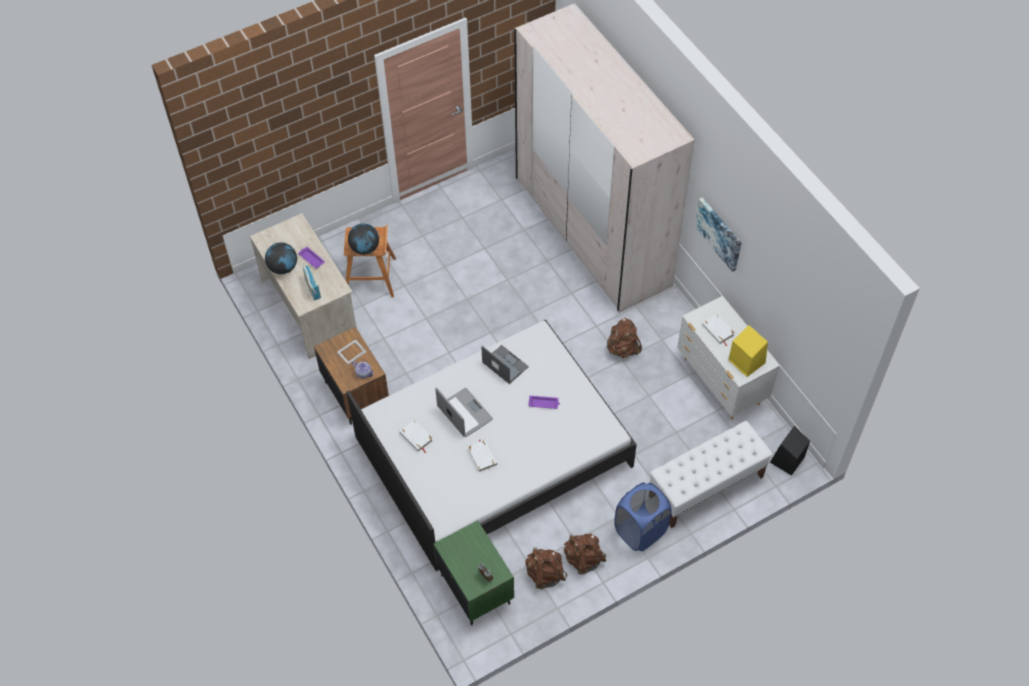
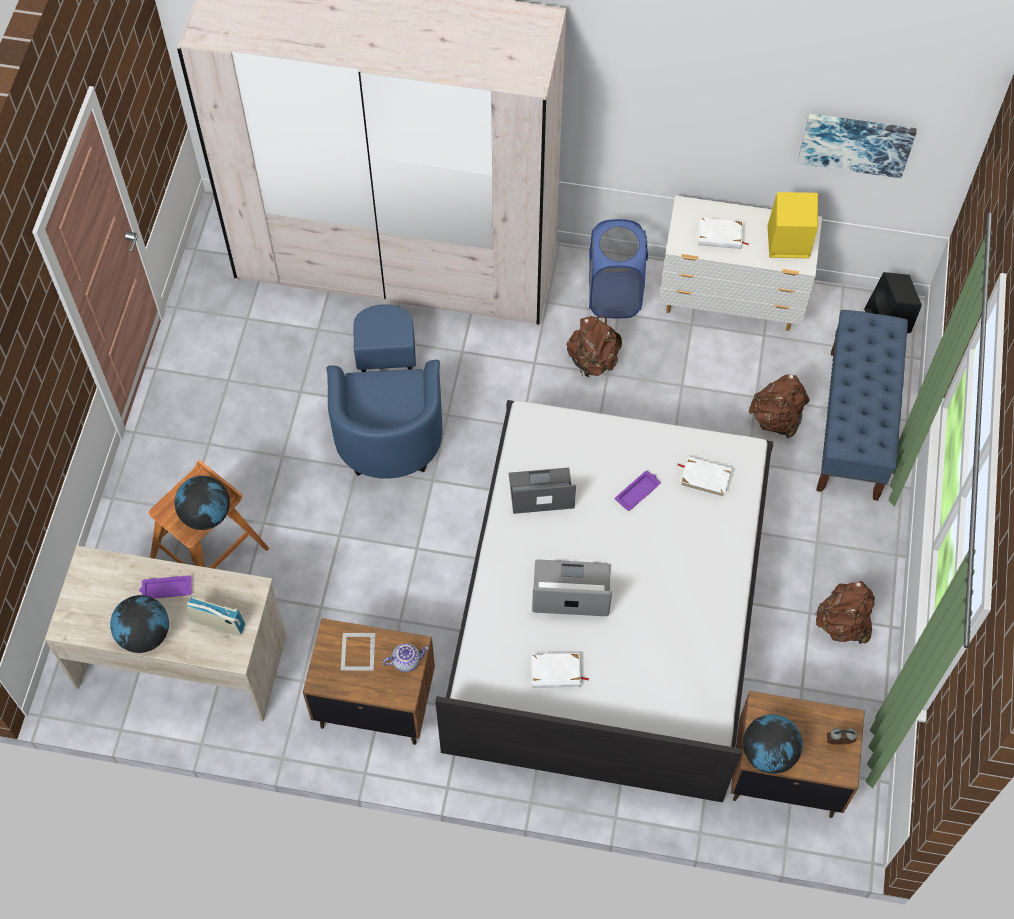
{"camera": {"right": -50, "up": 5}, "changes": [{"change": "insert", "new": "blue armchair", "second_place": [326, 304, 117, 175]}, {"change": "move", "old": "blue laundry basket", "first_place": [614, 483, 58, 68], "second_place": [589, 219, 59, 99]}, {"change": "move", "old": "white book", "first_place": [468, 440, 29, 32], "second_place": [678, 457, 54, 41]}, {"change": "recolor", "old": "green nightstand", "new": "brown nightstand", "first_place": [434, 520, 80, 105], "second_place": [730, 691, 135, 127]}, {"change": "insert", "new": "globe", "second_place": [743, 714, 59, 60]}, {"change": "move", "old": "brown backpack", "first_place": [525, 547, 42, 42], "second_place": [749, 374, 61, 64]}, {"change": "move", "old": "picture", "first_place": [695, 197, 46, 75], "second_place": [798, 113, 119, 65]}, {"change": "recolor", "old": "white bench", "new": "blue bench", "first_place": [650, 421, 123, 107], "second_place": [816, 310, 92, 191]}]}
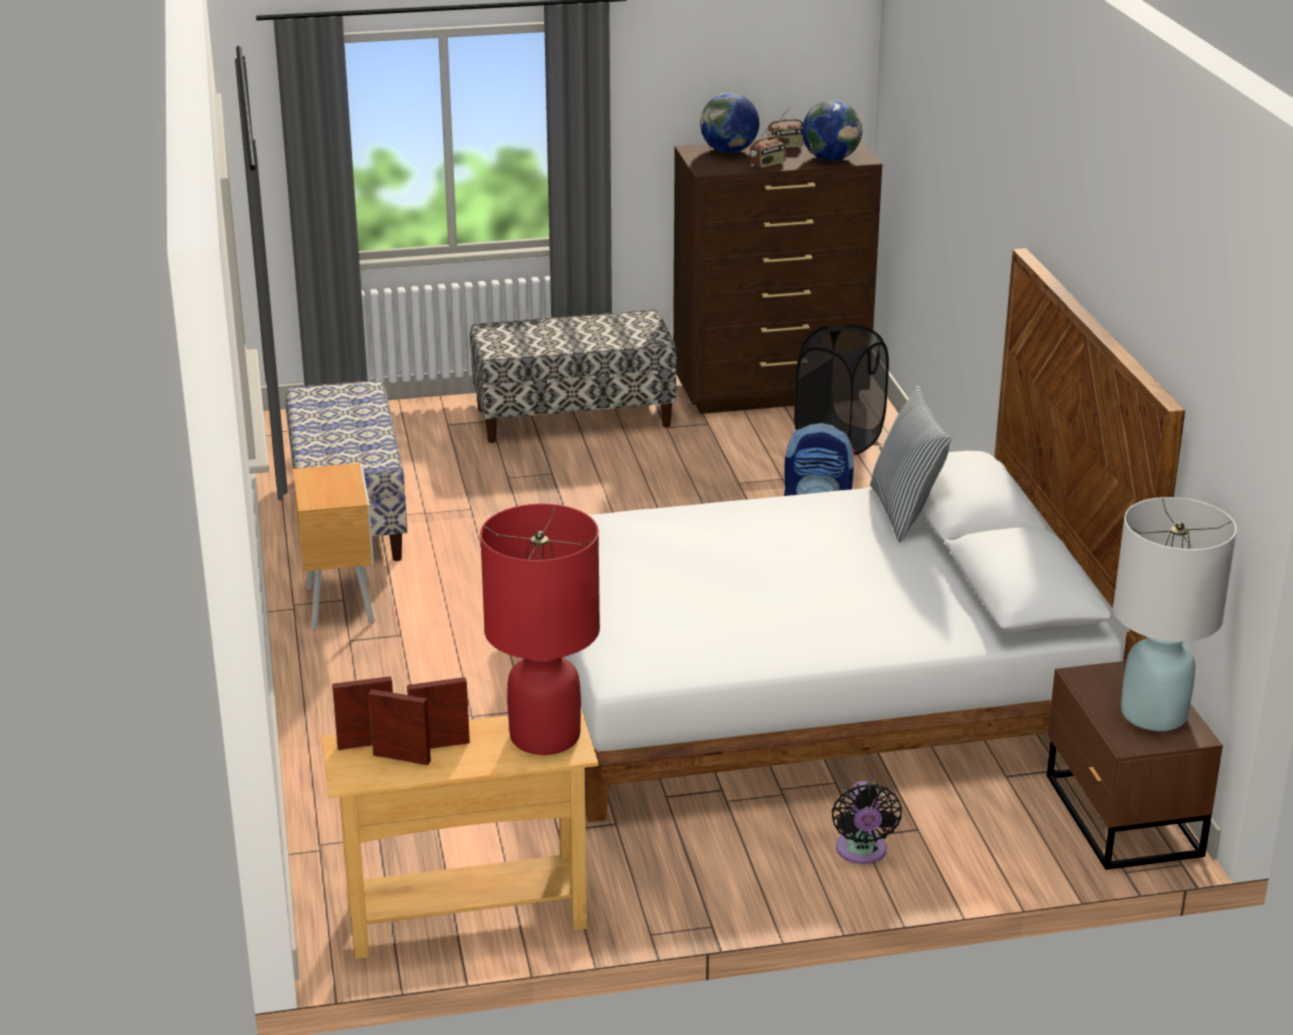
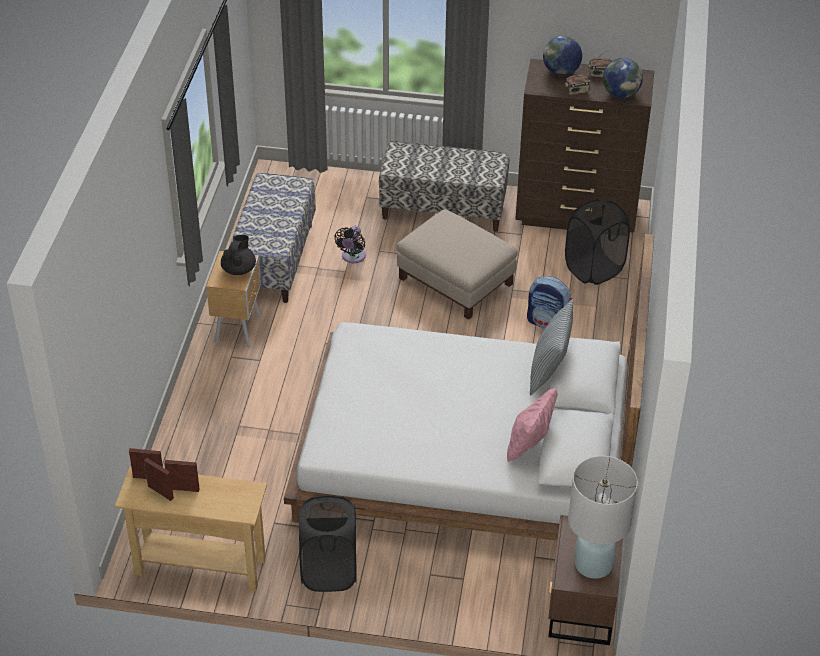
{"camera": {"right": 20, "up": 15}, "changes": [{"change": "insert", "new": "black teapot", "second_place": [221, 235, 35, 40]}, {"change": "insert", "new": "black laundry basket", "second_place": [299, 495, 58, 97]}, {"change": "move", "old": "black fan", "first_place": [832, 781, 70, 83], "second_place": [334, 226, 32, 37]}, {"change": "insert", "new": "beige ottoman", "second_place": [397, 209, 121, 111]}, {"change": "insert", "new": "pink pillow", "second_place": [507, 388, 51, 73]}, {"change": "delete", "old": "red table lamp", "first_place": [480, 504, 120, 251]}]}
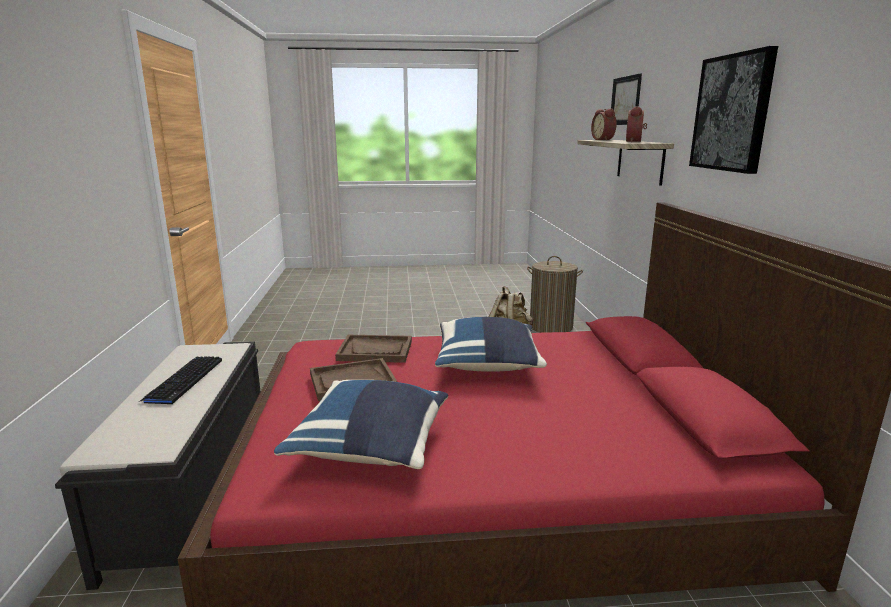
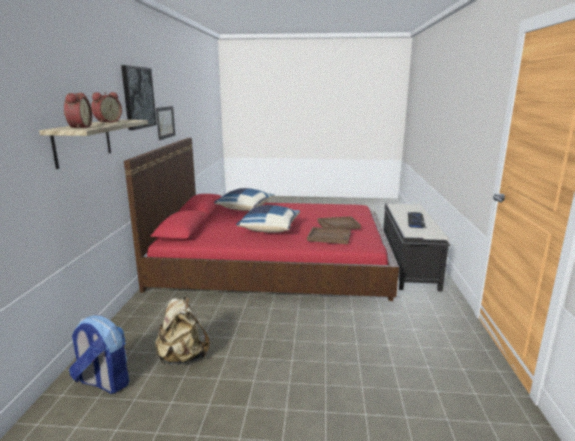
{"camera": {"right": -170, "up": 0}, "changes": [{"change": "replace", "old": "laundry basket", "new": "backpack", "first_place": [527, 256, 56, 77], "second_place": [69, 315, 60, 79]}, {"change": "move", "old": "picture", "first_place": [611, 73, 31, 52], "second_place": [156, 106, 19, 34]}, {"change": "move", "old": "blue pillow", "first_place": [274, 380, 174, 89], "second_place": [214, 188, 60, 23]}]}
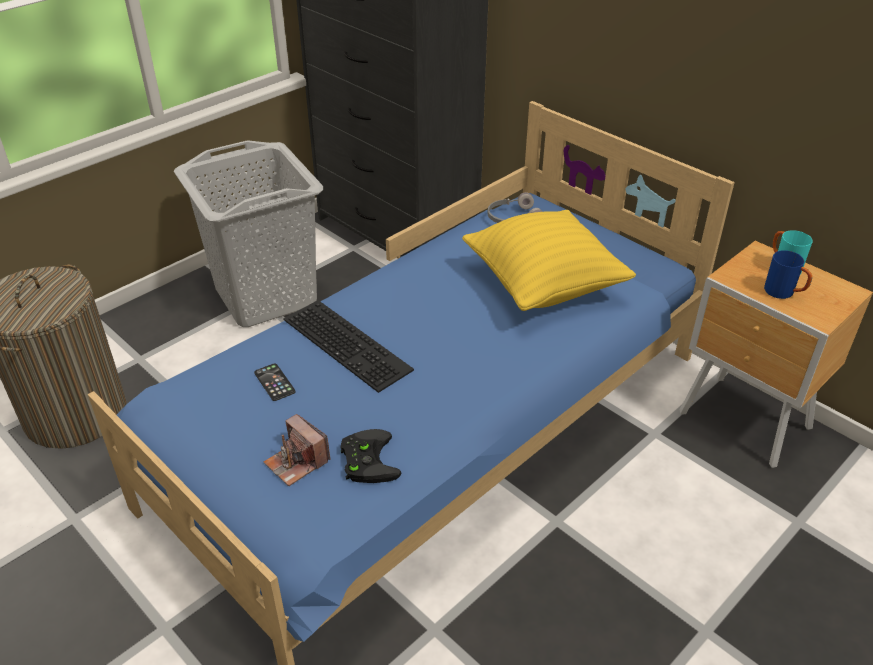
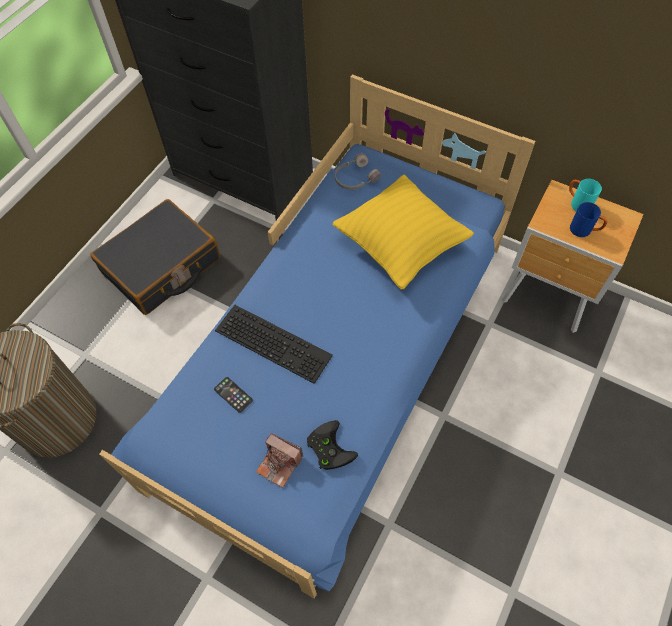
{"camera": {"right": -15, "up": 20}, "changes": [{"change": "replace", "old": "grey laundry basket", "new": "black suitcase", "first_place": [174, 140, 149, 187], "second_place": [90, 199, 130, 116]}]}
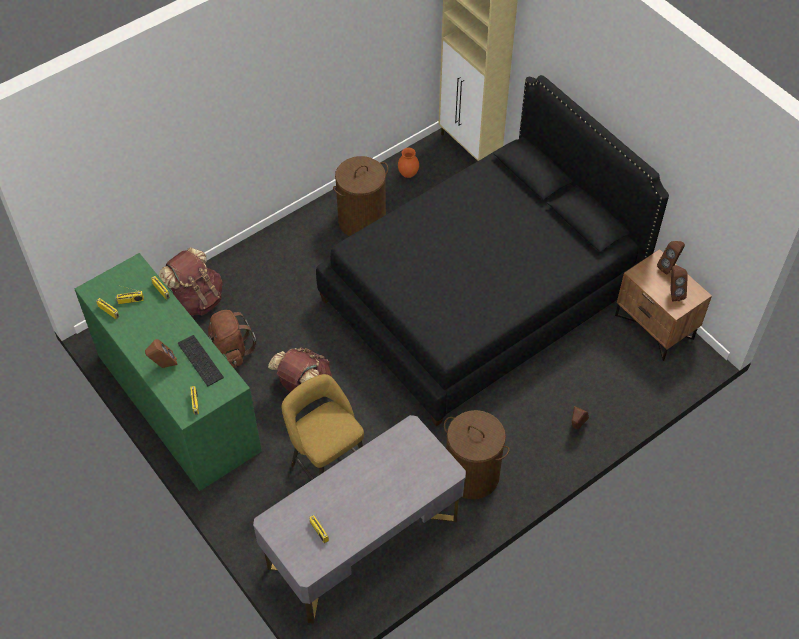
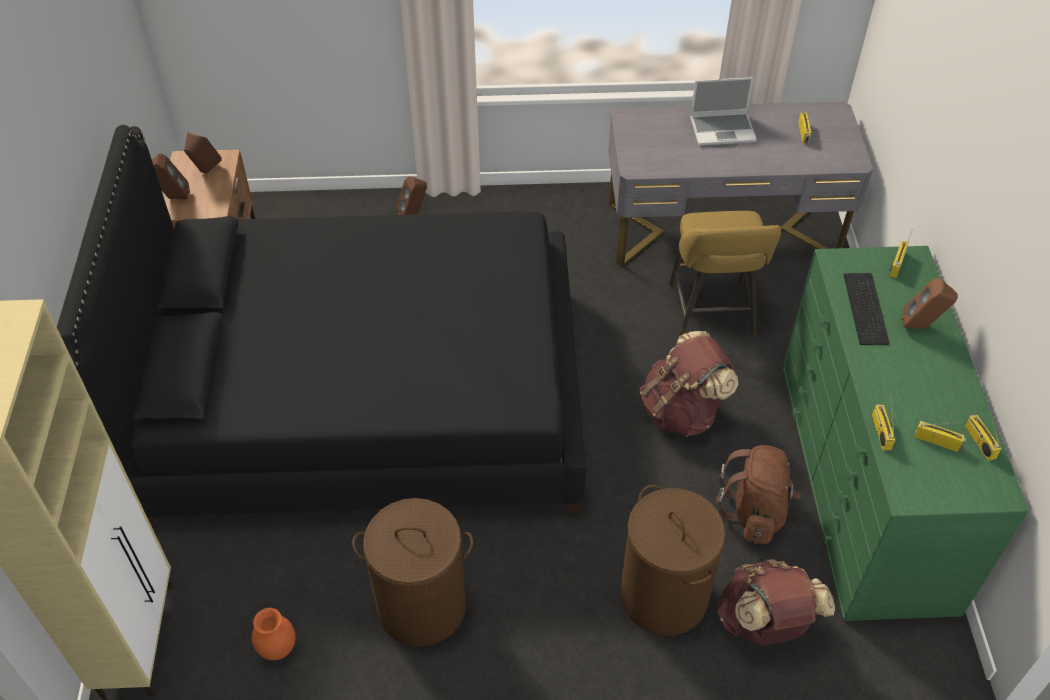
{"camera": {"right": -145, "up": -5}, "changes": [{"change": "move", "old": "brown laundry basket", "first_place": [444, 410, 66, 89], "second_place": [620, 485, 106, 150]}, {"change": "insert", "new": "laptop", "second_place": [690, 77, 67, 69]}]}
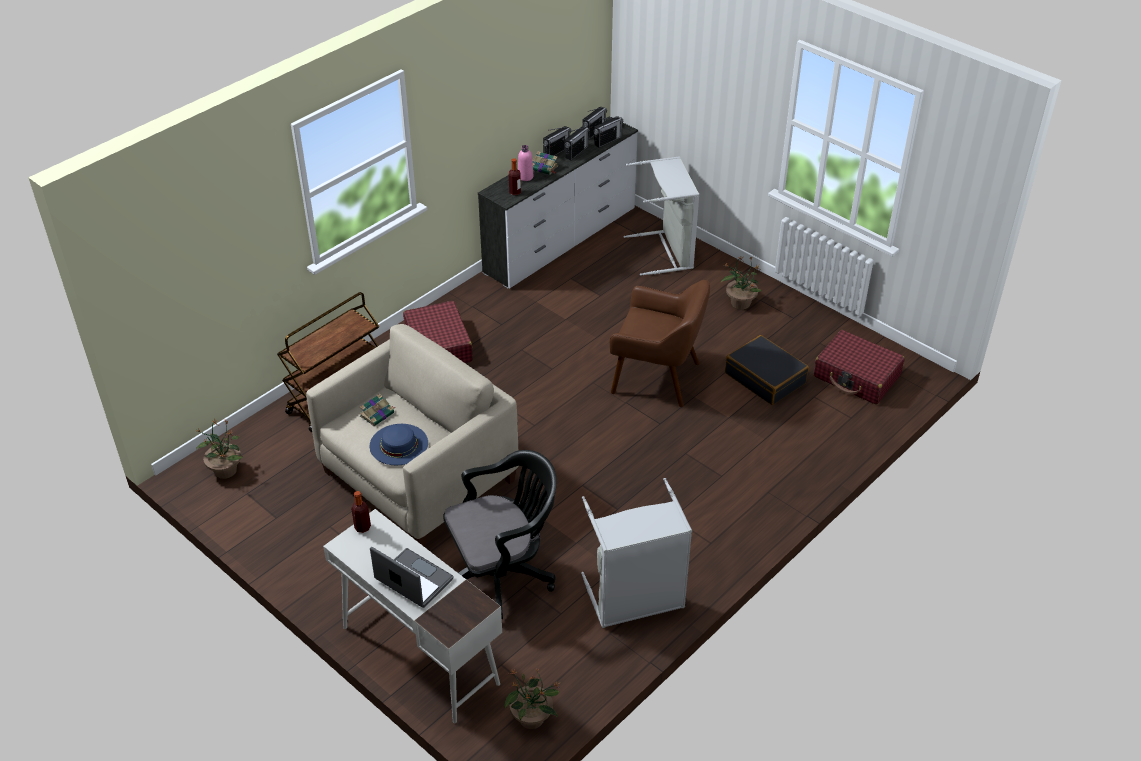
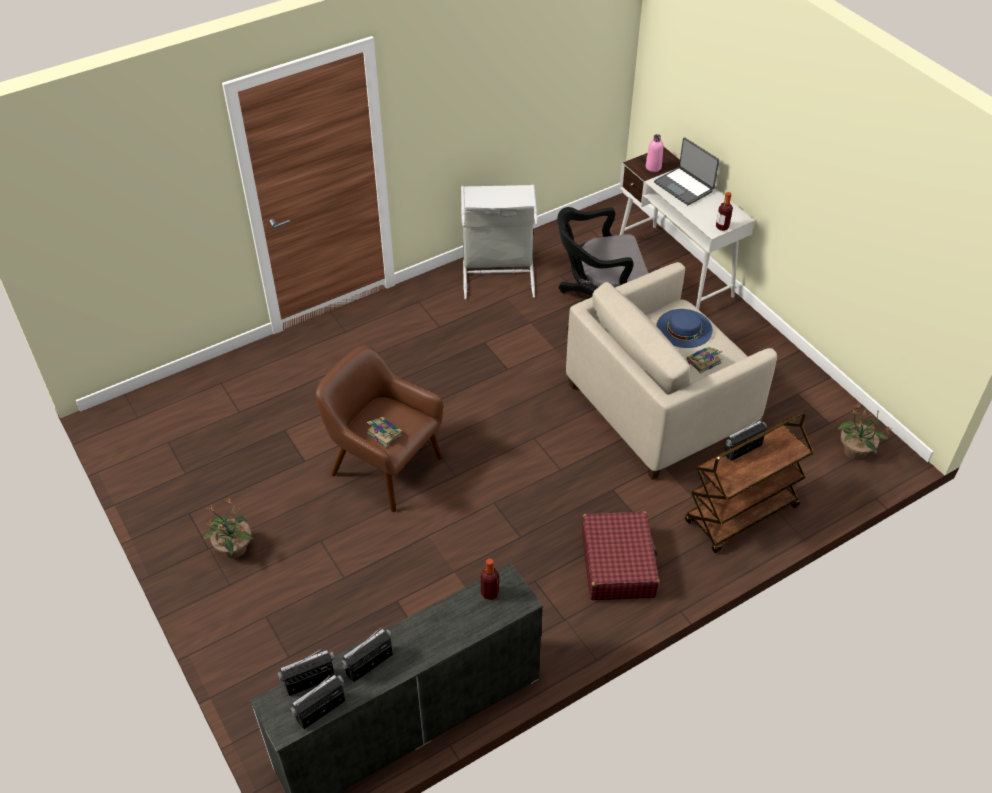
{"camera": {"right": -165, "up": 5}, "changes": [{"change": "move", "old": "book", "first_place": [533, 151, 25, 24], "second_place": [367, 417, 36, 30]}, {"change": "move", "old": "pink bottle", "first_place": [518, 145, 15, 36], "second_place": [646, 134, 17, 38]}, {"change": "move", "old": "radio", "first_place": [543, 126, 29, 30], "second_place": [725, 417, 42, 44]}, {"change": "delete", "old": "potted plant", "first_place": [505, 669, 56, 60]}, {"change": "delete", "old": "grey laundry basket", "first_place": [624, 156, 75, 120]}, {"change": "delete", "old": "black suitcase", "first_place": [725, 335, 84, 70]}, {"change": "delete", "old": "red suitcase", "first_place": [814, 330, 91, 74]}]}
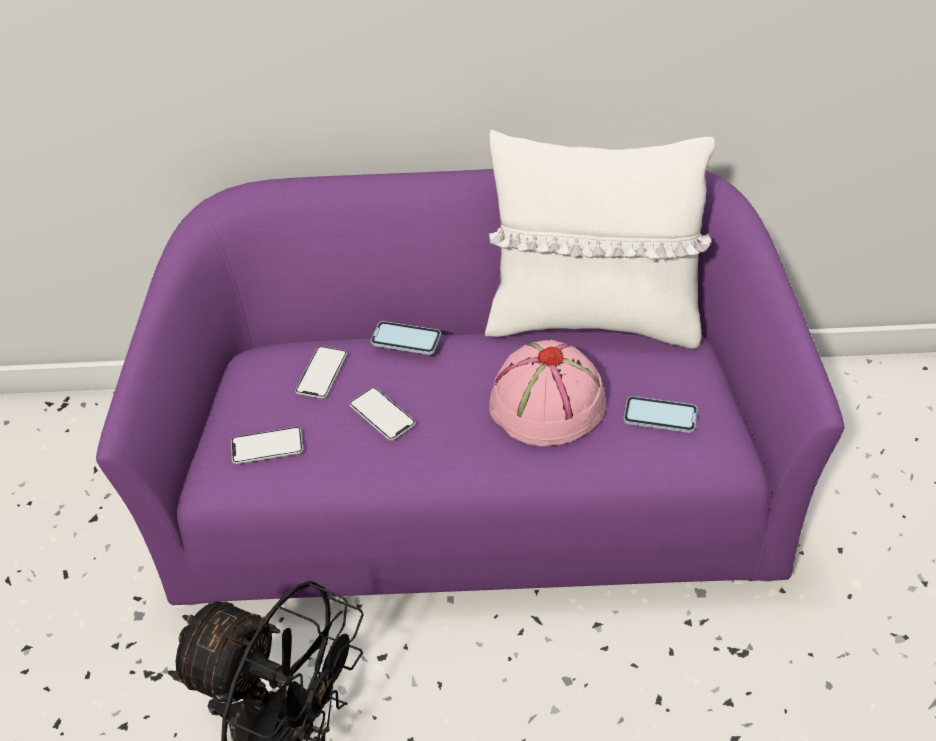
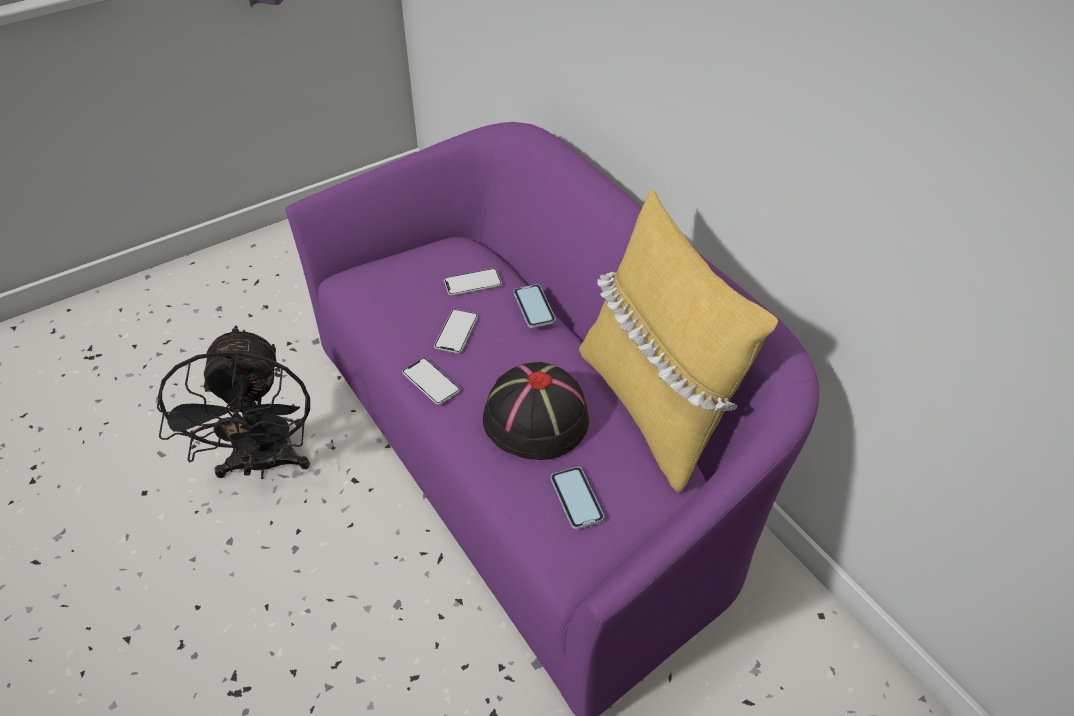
{"camera": {"right": 55, "up": 0}, "changes": [{"change": "move", "old": "phone", "first_place": [231, 427, 72, 37], "second_place": [402, 358, 58, 47]}, {"change": "recolor", "old": "pink hat", "new": "black hat", "first_place": [489, 340, 117, 106], "second_place": [483, 362, 106, 98]}, {"change": "recolor", "old": "white pillow", "new": "yellow pillow", "first_place": [485, 130, 230, 219], "second_place": [579, 189, 199, 304]}]}
